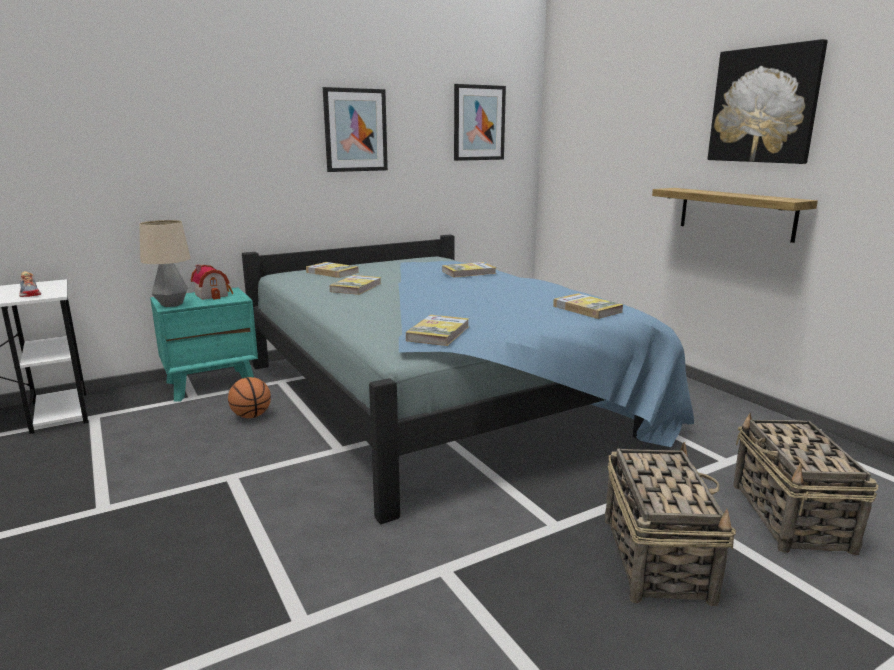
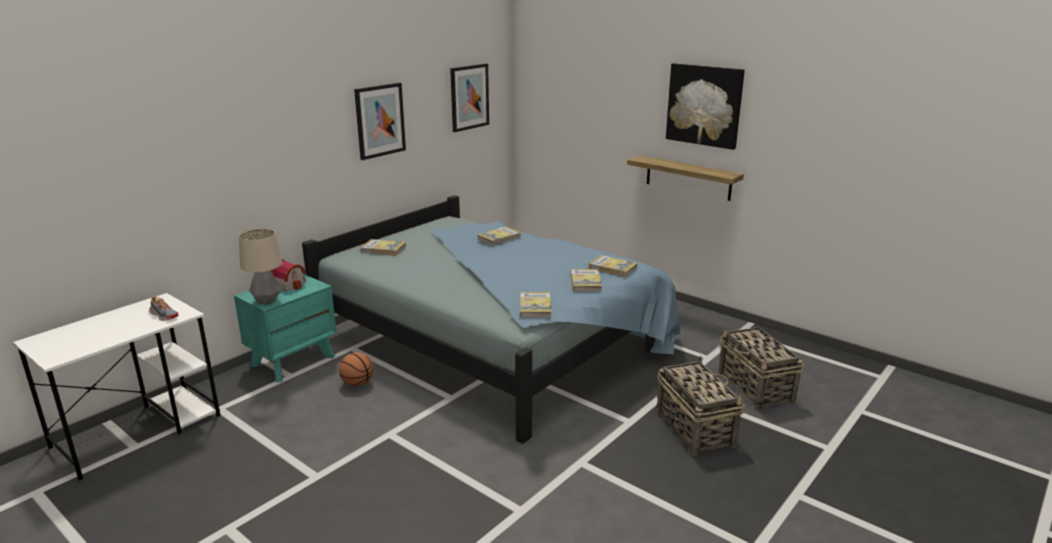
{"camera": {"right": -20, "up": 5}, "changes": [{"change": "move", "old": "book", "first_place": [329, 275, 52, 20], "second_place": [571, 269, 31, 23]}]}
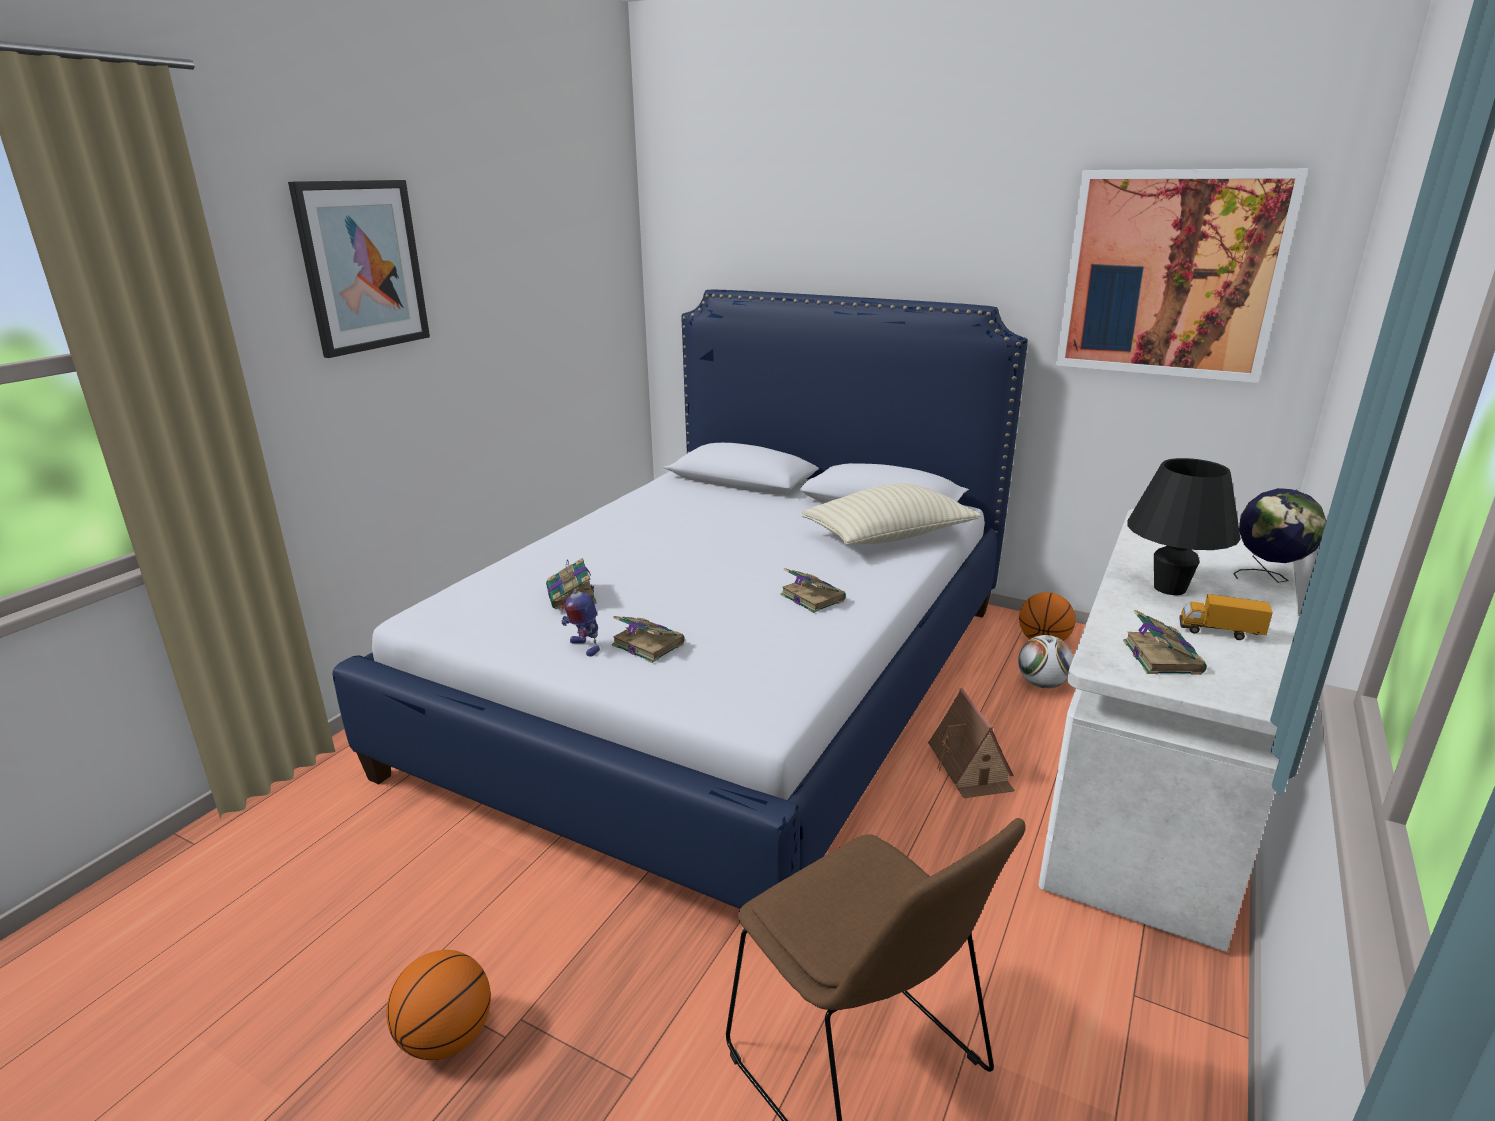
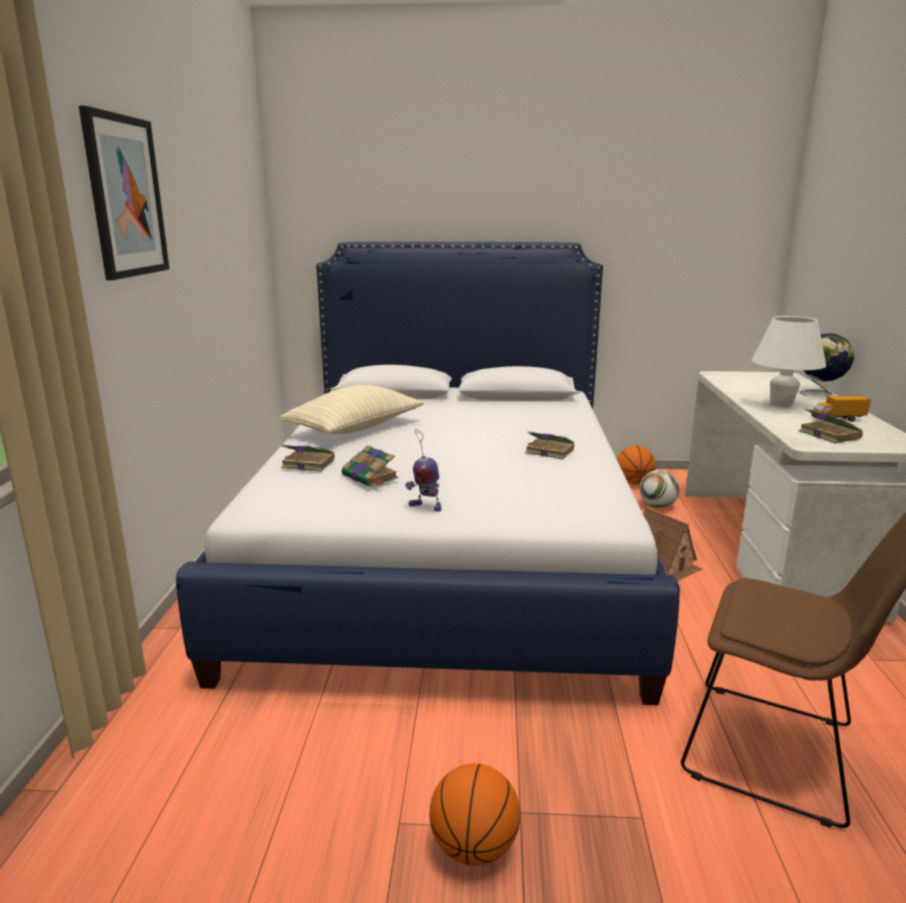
{"camera": {"right": -25, "up": -5}, "changes": [{"change": "move", "old": "beige pillow", "first_place": [802, 483, 179, 62], "second_place": [280, 385, 144, 49]}, {"change": "move", "old": "book", "first_place": [612, 616, 73, 47], "second_place": [281, 444, 53, 28]}, {"change": "recolor", "old": "black table lamp", "new": "white table lamp", "first_place": [1127, 458, 114, 137], "second_place": [752, 316, 74, 91]}, {"change": "delete", "old": "picture", "first_place": [1056, 168, 252, 215]}]}
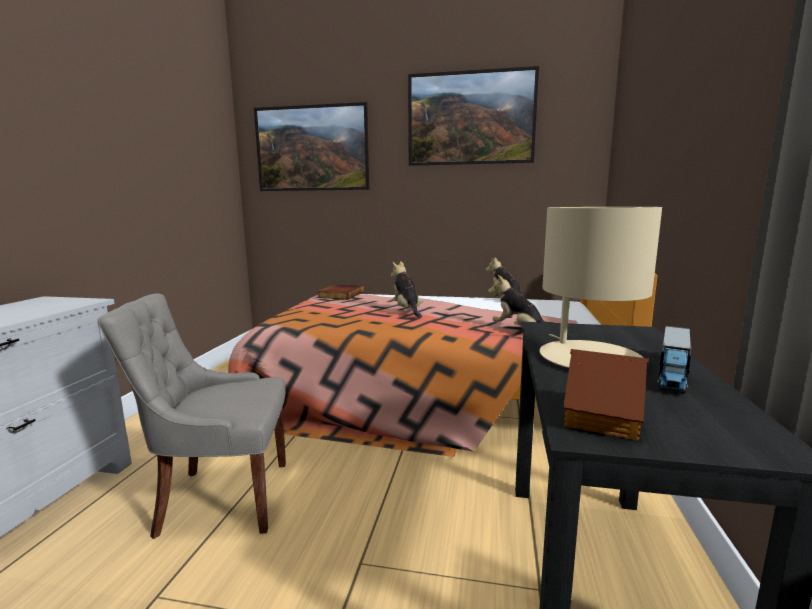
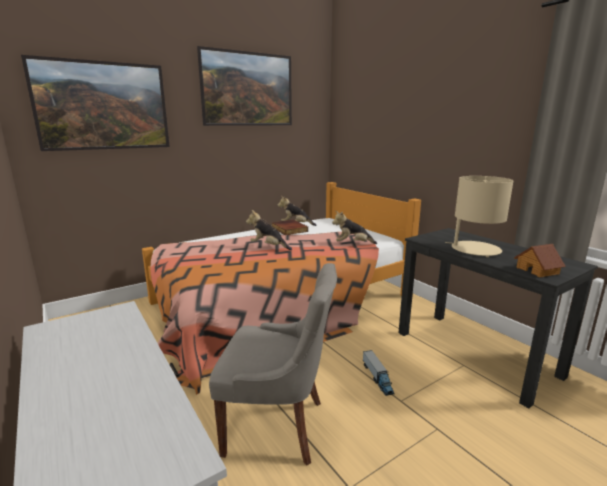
{"camera": {"right": -45, "up": 5}, "changes": [{"change": "rotate", "old": "grey chair", "first_place": [97, 293, 189, 246], "second_place": [209, 263, 128, 203], "degrees": -120}, {"change": "move", "old": "book", "first_place": [317, 284, 47, 16], "second_place": [272, 220, 36, 15]}, {"change": "move", "old": "toy truck", "first_place": [657, 326, 35, 68], "second_place": [363, 350, 31, 46]}]}
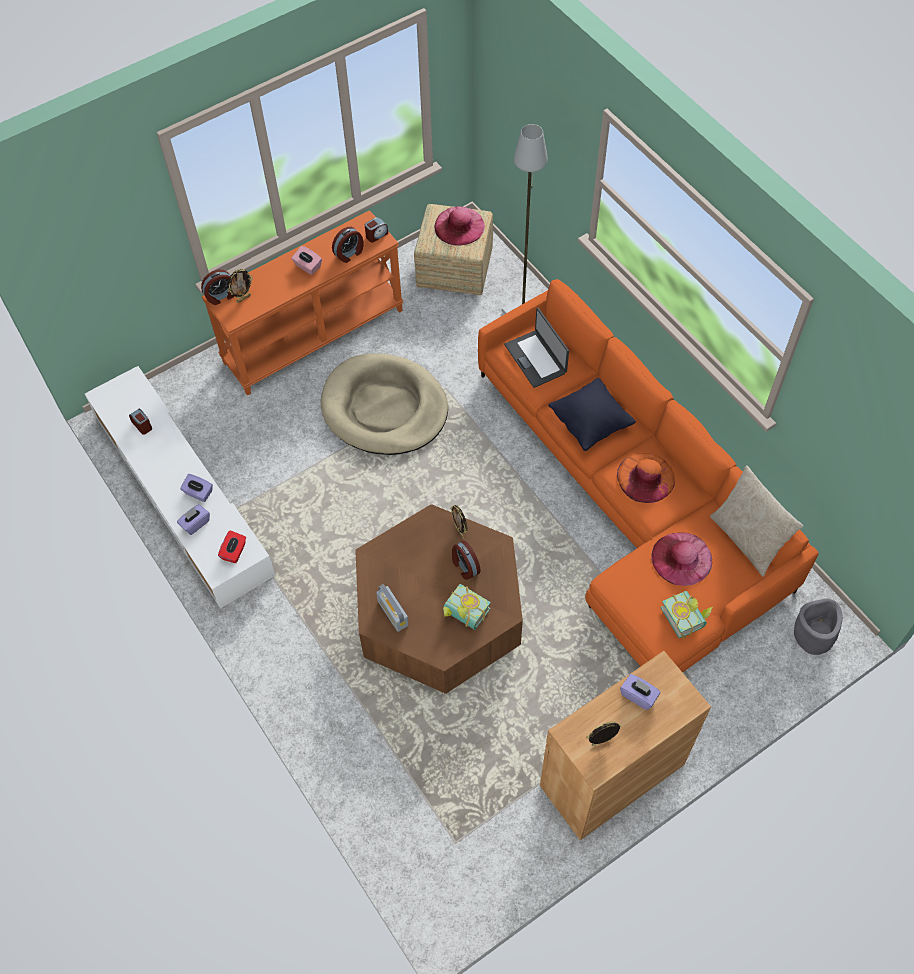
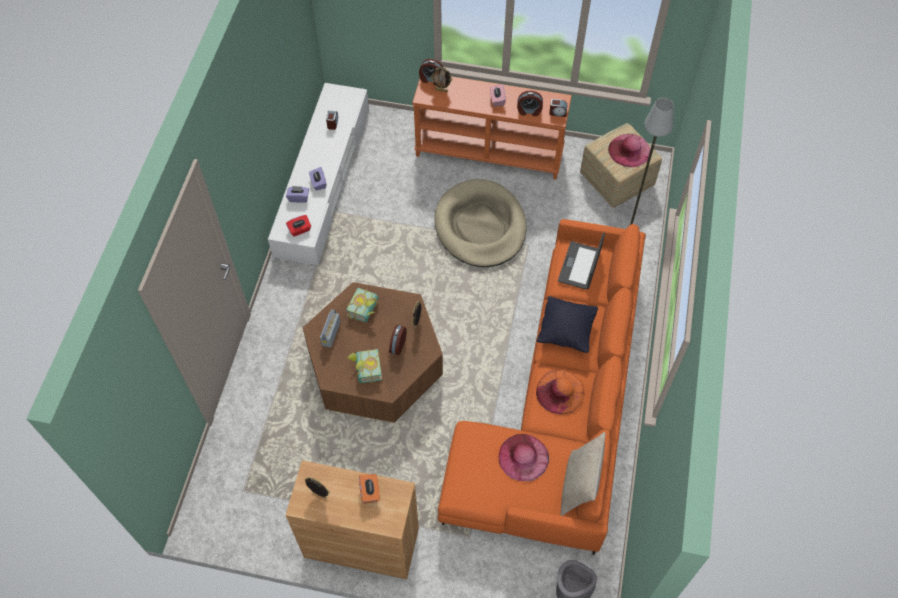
{"camera": {"right": 45, "up": 0}, "changes": [{"change": "move", "old": "book", "first_place": [660, 591, 53, 48], "second_place": [346, 288, 33, 34]}, {"change": "recolor", "old": "purple tissue box", "new": "orange tissue box", "first_place": [620, 674, 40, 36], "second_place": [359, 474, 21, 30]}]}
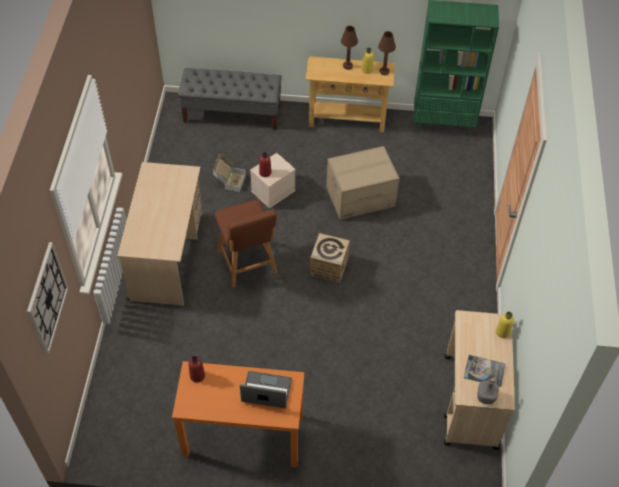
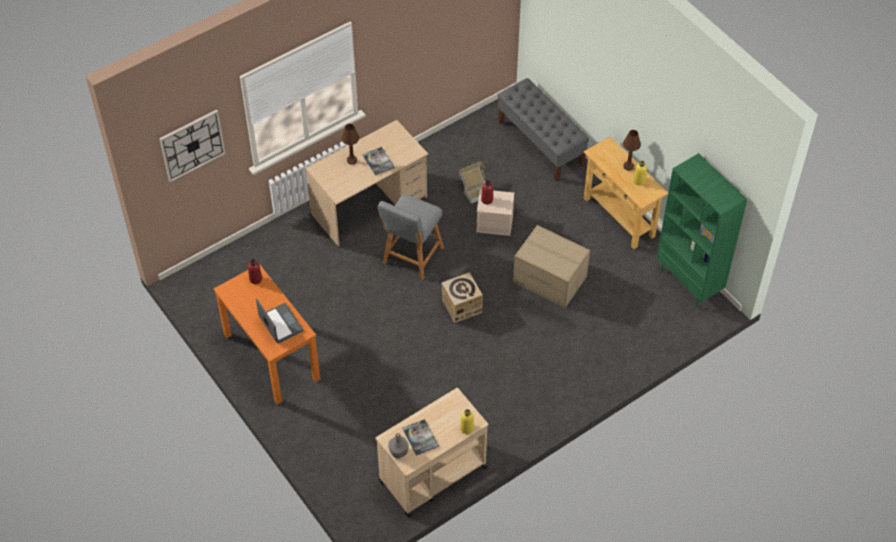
{"camera": {"right": 50, "up": 0}, "changes": [{"change": "move", "old": "brown table lamp", "first_place": [378, 31, 18, 44], "second_place": [341, 124, 18, 41]}, {"change": "insert", "new": "book", "second_place": [362, 147, 33, 28]}, {"change": "recolor", "old": "brown stool", "new": "grey stool", "first_place": [215, 200, 63, 87], "second_place": [378, 194, 66, 86]}]}
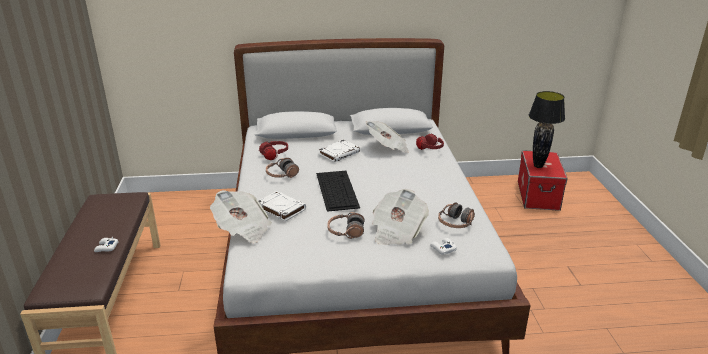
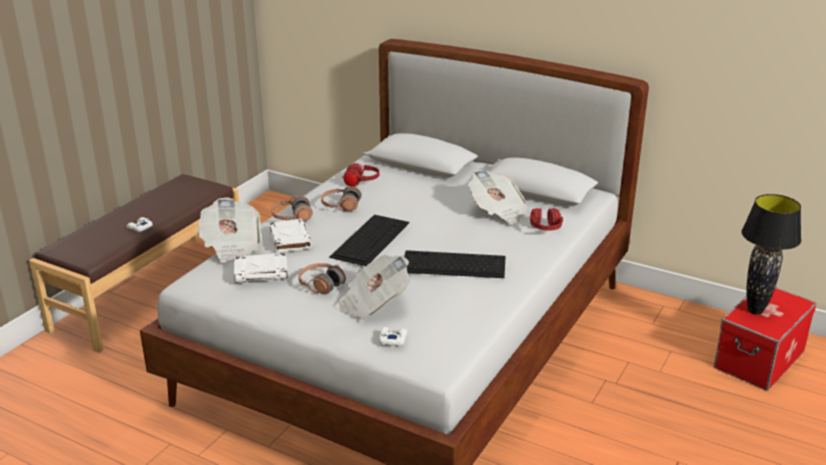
{"camera": {"right": 35, "up": 0}, "changes": [{"change": "move", "old": "white book", "first_place": [319, 140, 41, 22], "second_place": [234, 253, 54, 30]}, {"change": "move", "old": "headphones", "first_place": [438, 202, 37, 26], "second_place": [271, 196, 42, 25]}, {"change": "insert", "new": "keyboard", "second_place": [404, 250, 102, 28]}]}
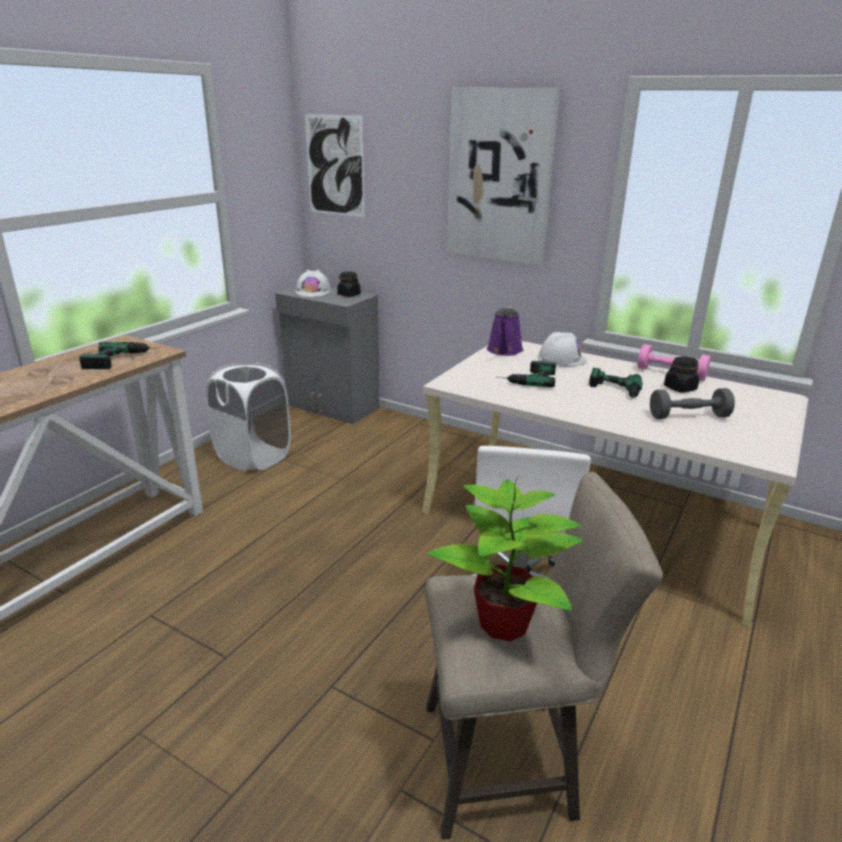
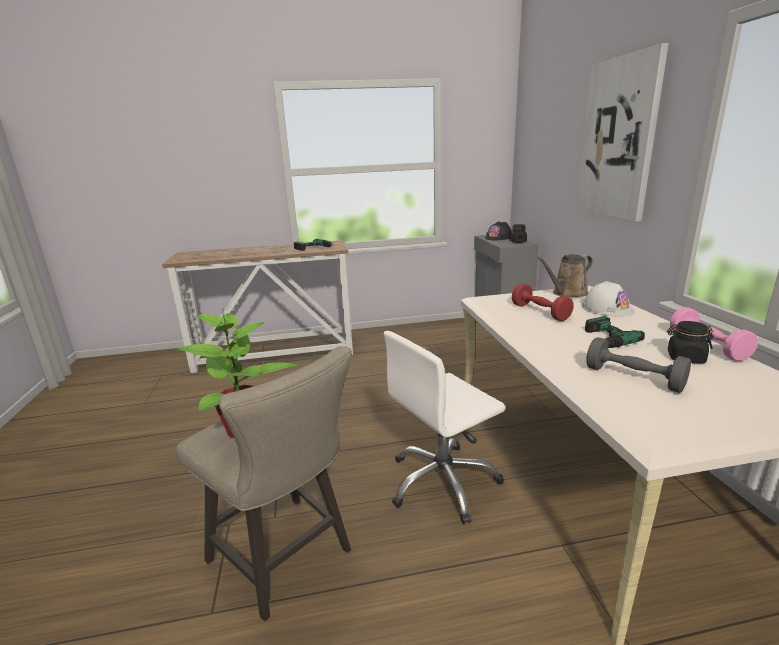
{"camera": {"right": 50, "up": -5}, "changes": [{"change": "recolor", "old": "white hard hat", "new": "black hard hat", "first_place": [295, 270, 36, 27], "second_place": [485, 222, 27, 18]}, {"change": "replace", "old": "power drill", "new": "red dumbbell", "first_place": [496, 361, 60, 26], "second_place": [512, 283, 62, 38]}, {"change": "recolor", "old": "purple watering can", "new": "brown watering can", "first_place": [487, 307, 36, 49], "second_place": [538, 254, 55, 43]}, {"change": "delete", "old": "white laundry basket", "first_place": [206, 363, 85, 108]}, {"change": "delete", "old": "picture", "first_place": [305, 114, 60, 103]}]}
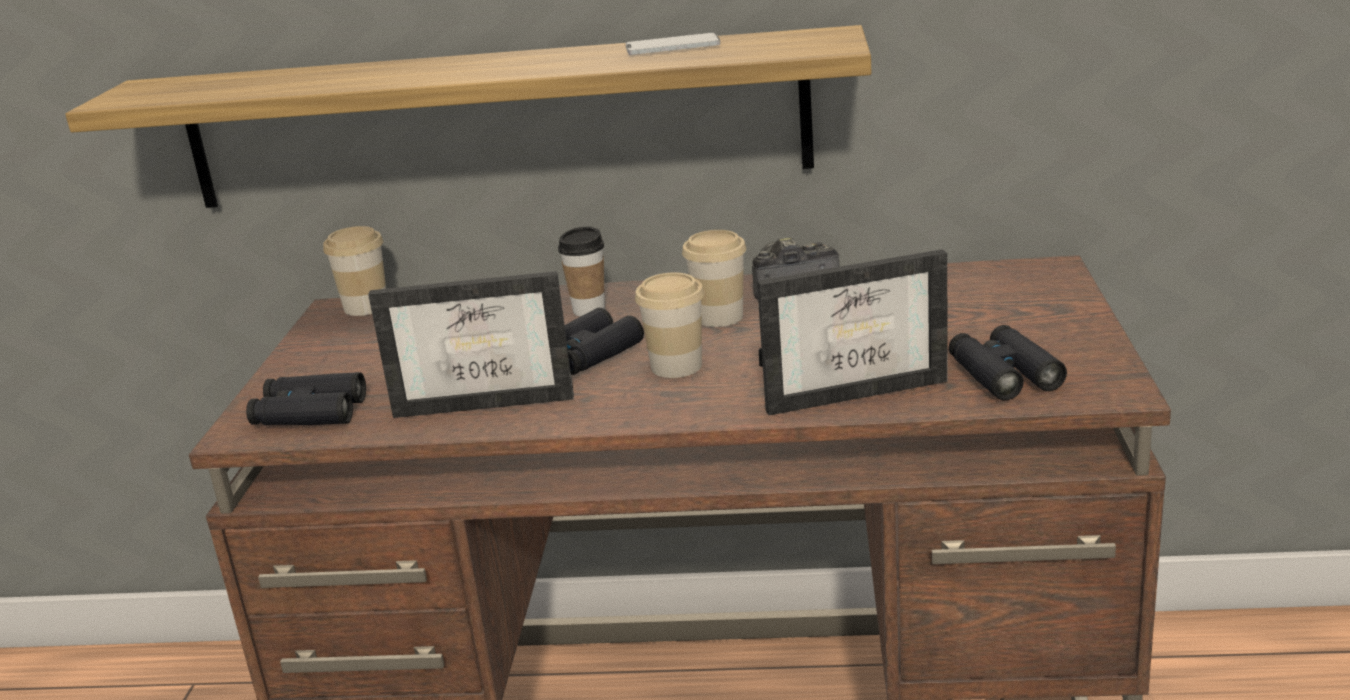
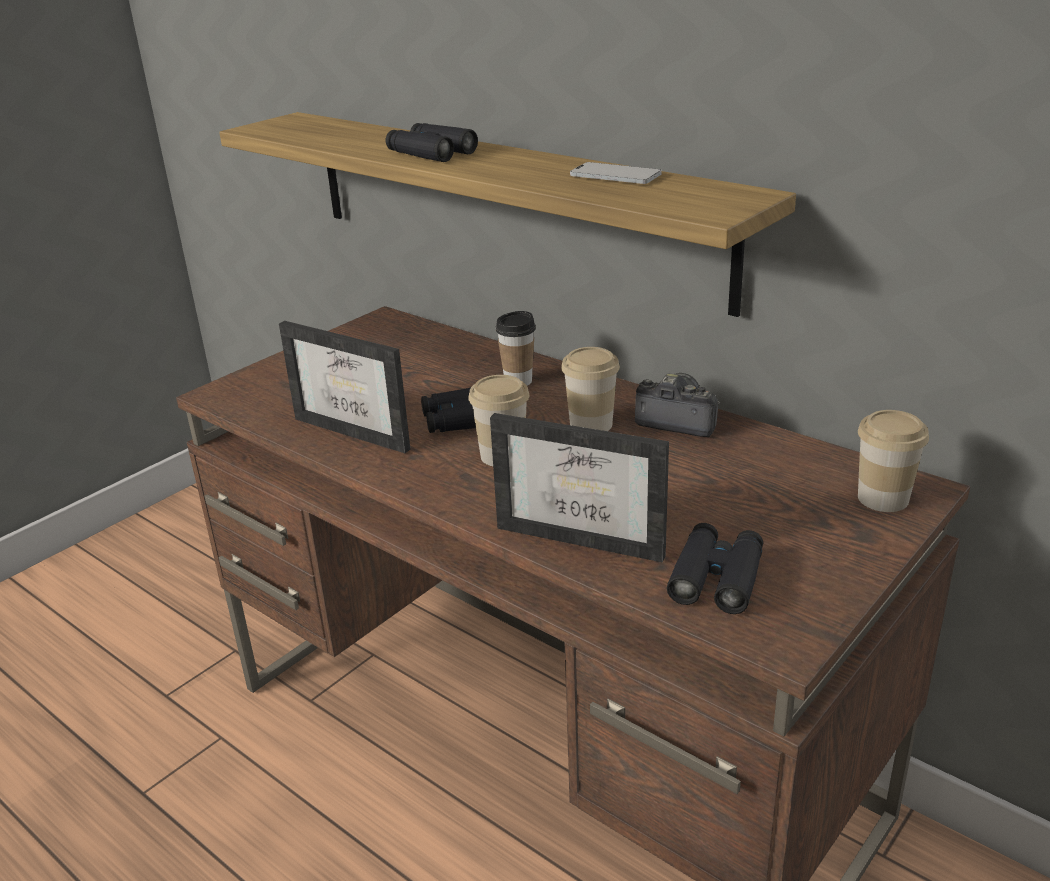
{"camera": {"right": 35, "up": 5}, "changes": [{"change": "move", "old": "black binoculars", "first_place": [246, 372, 120, 53], "second_place": [386, 123, 92, 39]}, {"change": "move", "old": "cup", "first_place": [323, 226, 63, 90], "second_place": [858, 410, 71, 102]}]}
